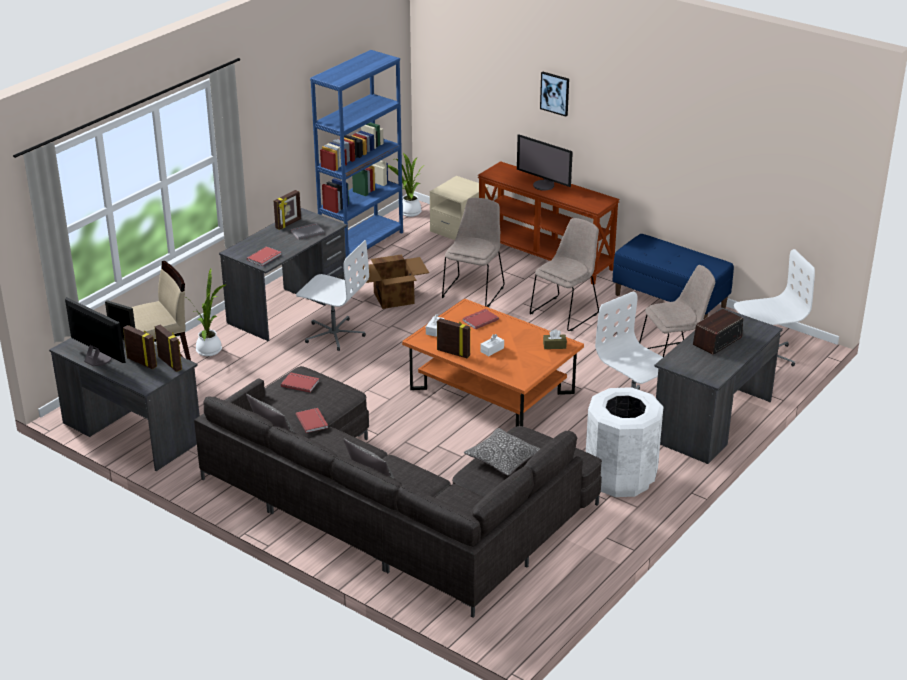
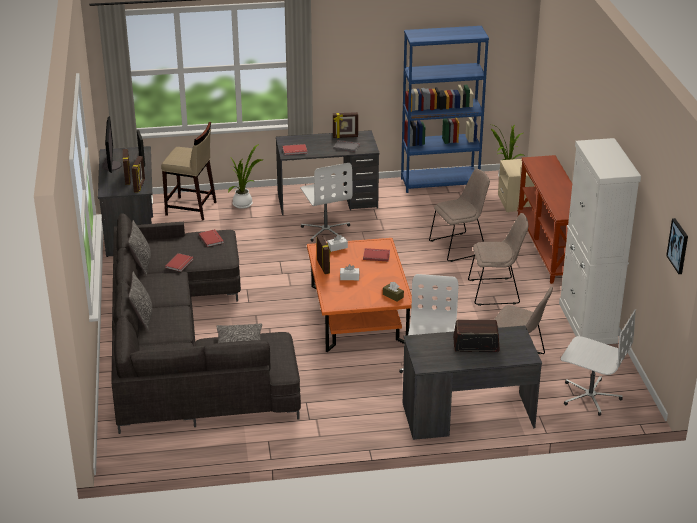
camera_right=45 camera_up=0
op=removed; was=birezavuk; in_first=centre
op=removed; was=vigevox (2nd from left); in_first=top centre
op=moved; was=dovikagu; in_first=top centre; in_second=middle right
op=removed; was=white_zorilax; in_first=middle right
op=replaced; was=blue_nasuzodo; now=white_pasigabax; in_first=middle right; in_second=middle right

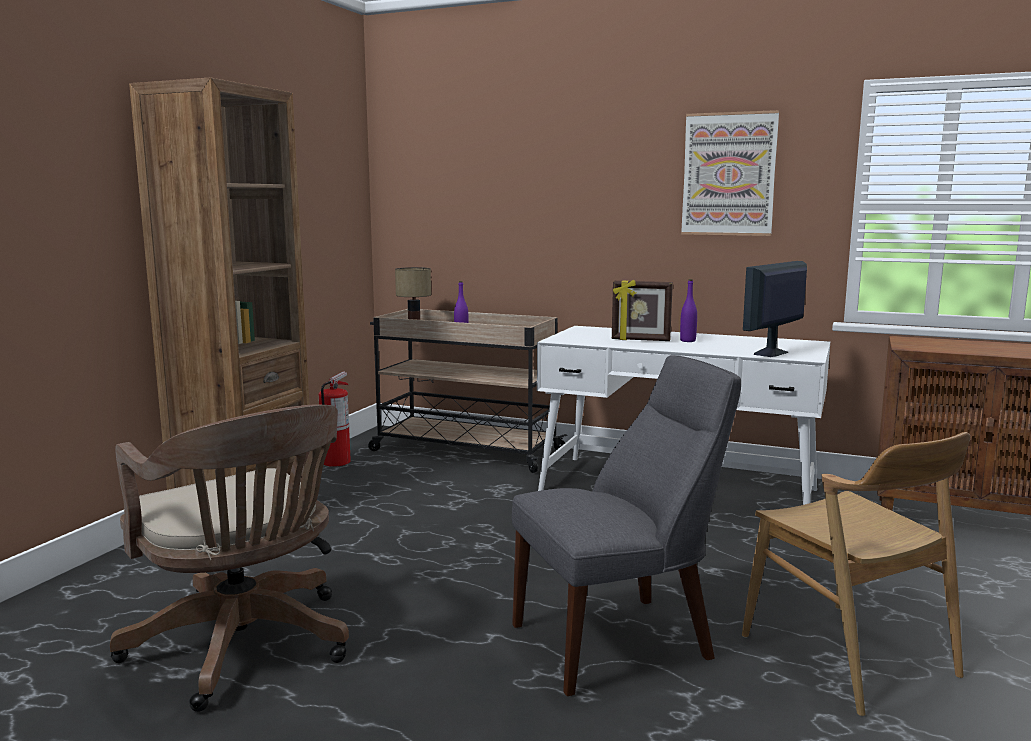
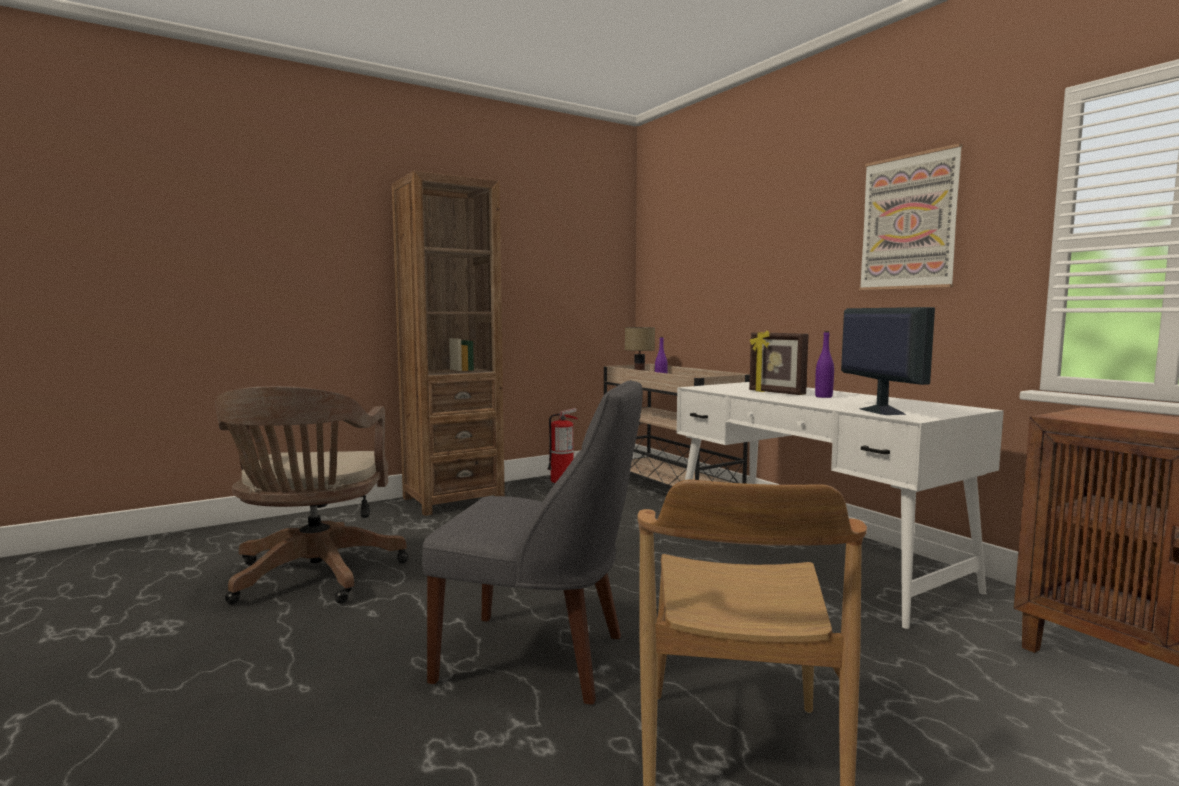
camera_right=35 camera_up=-5
op=turned; was=vigevox; in_first=middle right; in_second=middle right; clockwise=90

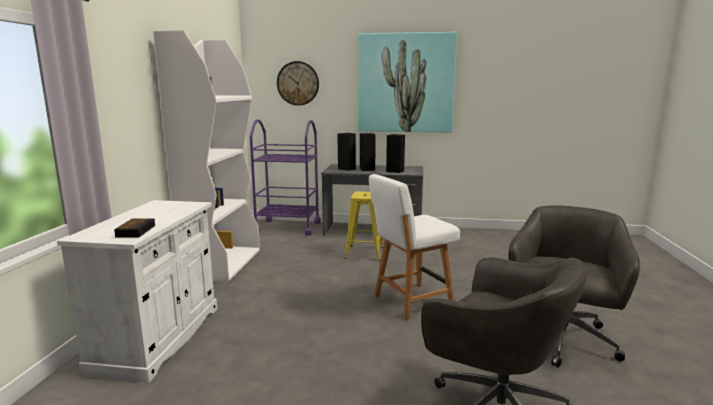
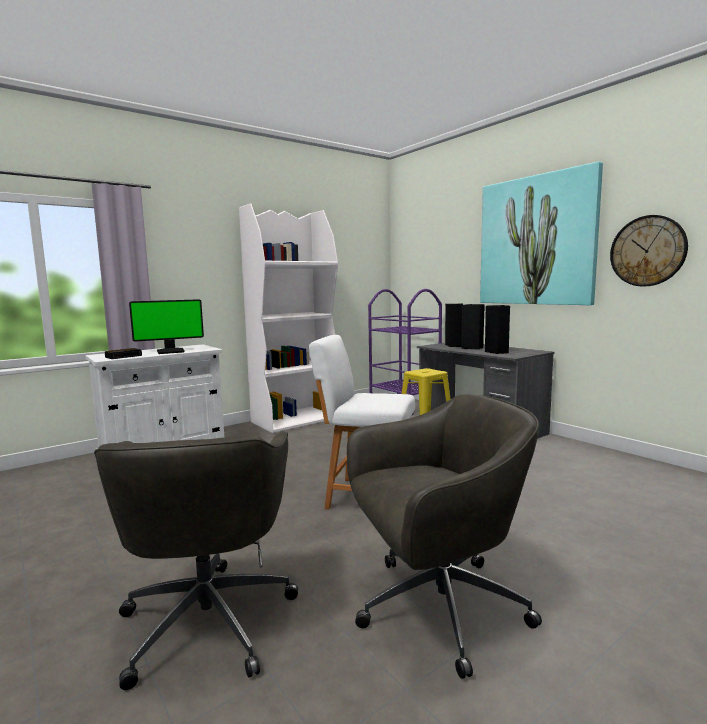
camera_right=45 camera_up=-5
op=moved; was=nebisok; in_first=top centre; in_second=middle right
op=added; now=vigevox; in_second=middle left

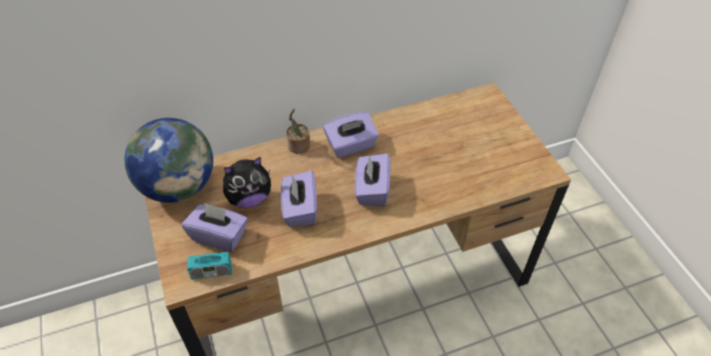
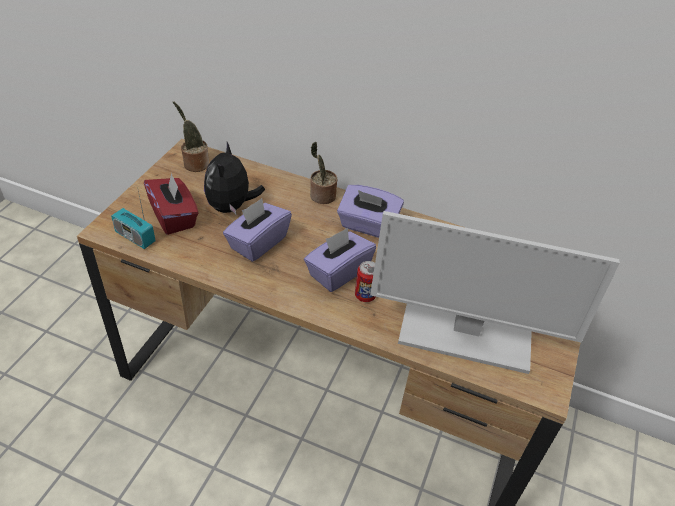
camera_right=40 camera_up=-5
op=replaced; was=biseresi; now=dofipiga (1st from left); in_first=middle left; in_second=top left
op=recoloured; was=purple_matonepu (1st from left); now=red_matonepu; in_first=middle left; in_second=middle left
op=turned; was=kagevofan; in_first=centre; in_second=centre; clockwise=75
op=added; now=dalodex; in_second=centre
op=added; now=vigevox; in_second=middle right

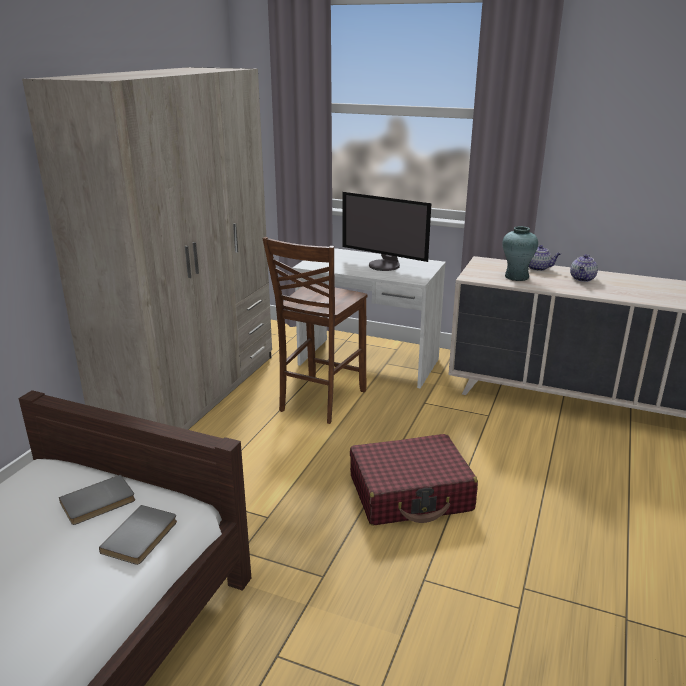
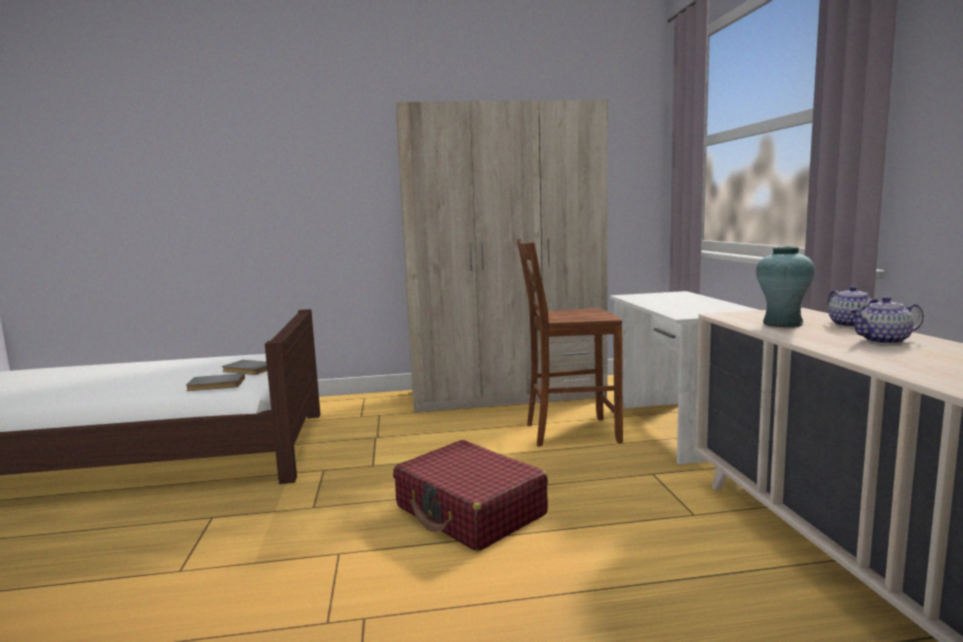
camera_right=60 camera_up=-15
op=removed; was=vigevox; in_first=centre

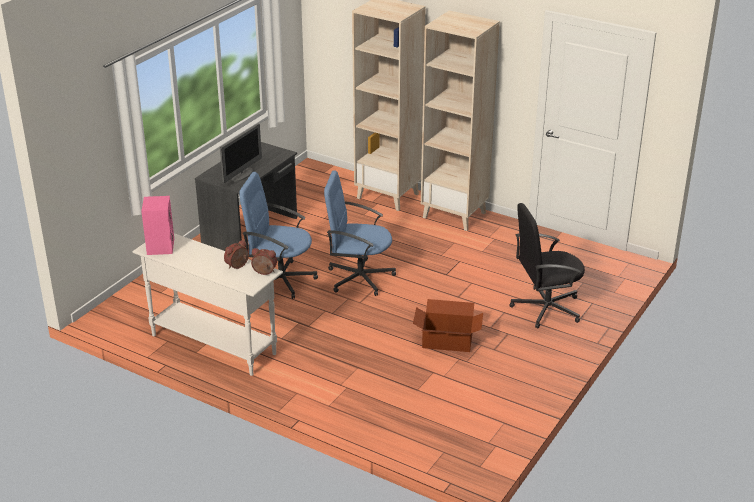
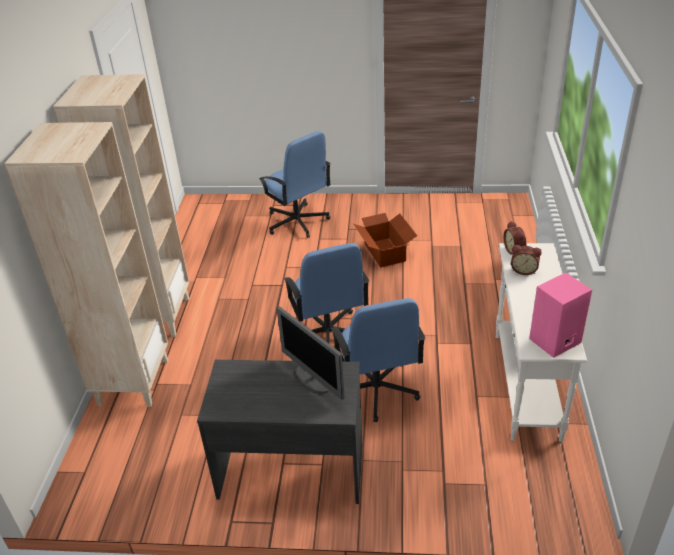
camera_right=-115 camera_up=5
op=turned; was=vigevox; in_first=top left; in_second=centre; clockwise=-135
op=recoloured; was=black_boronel; now=blue_boronel (1st from left); in_first=middle right; in_second=top centre

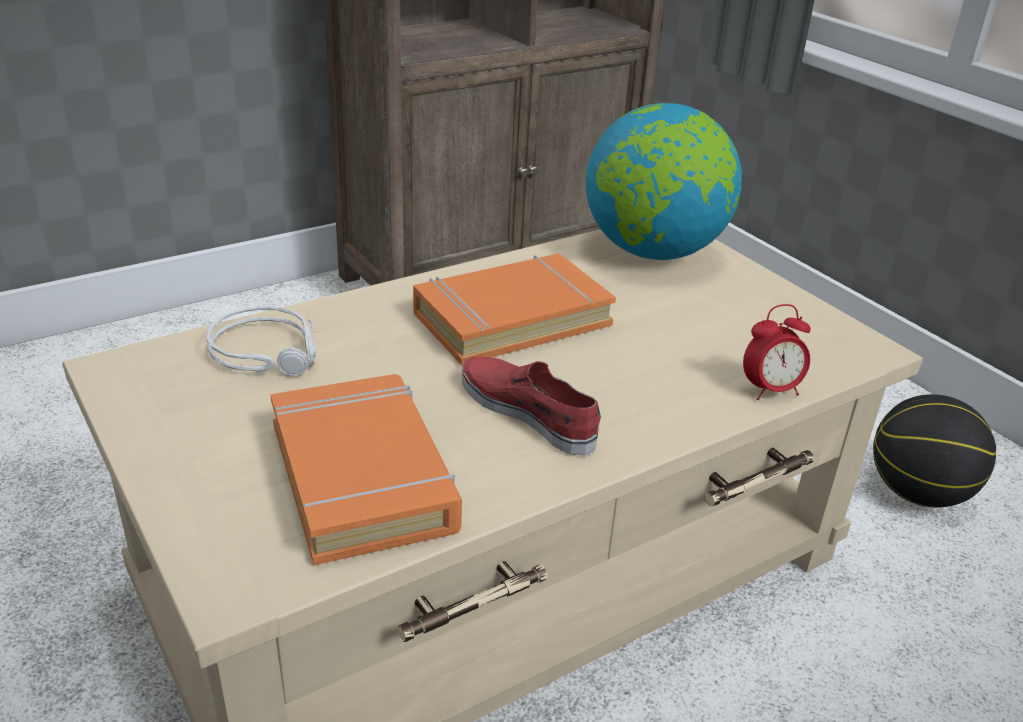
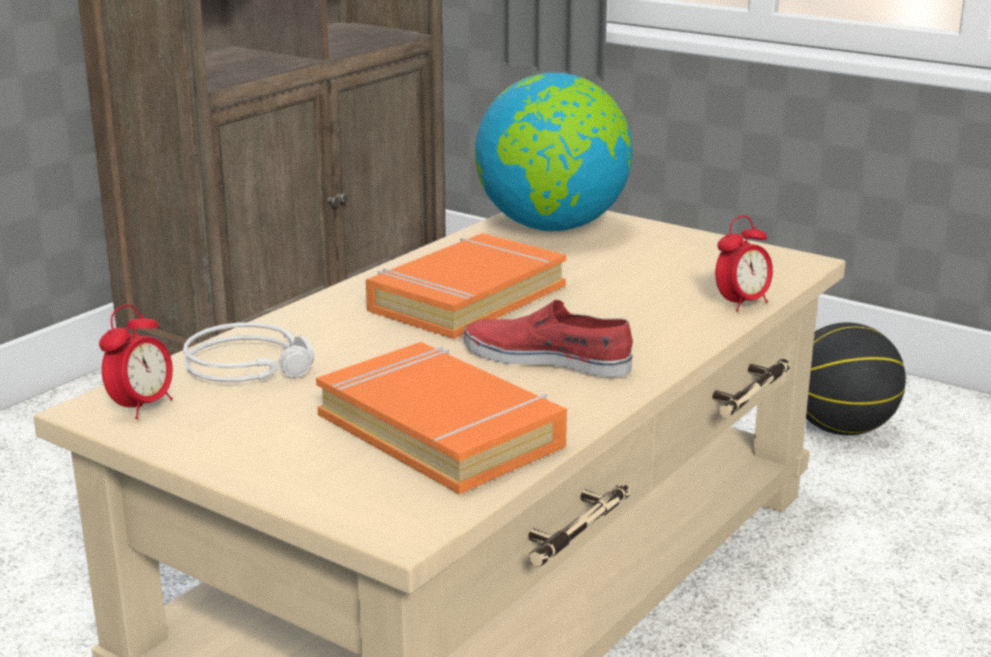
camera_right=-20 camera_up=-10
op=added; now=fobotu (1st from left); in_second=middle left

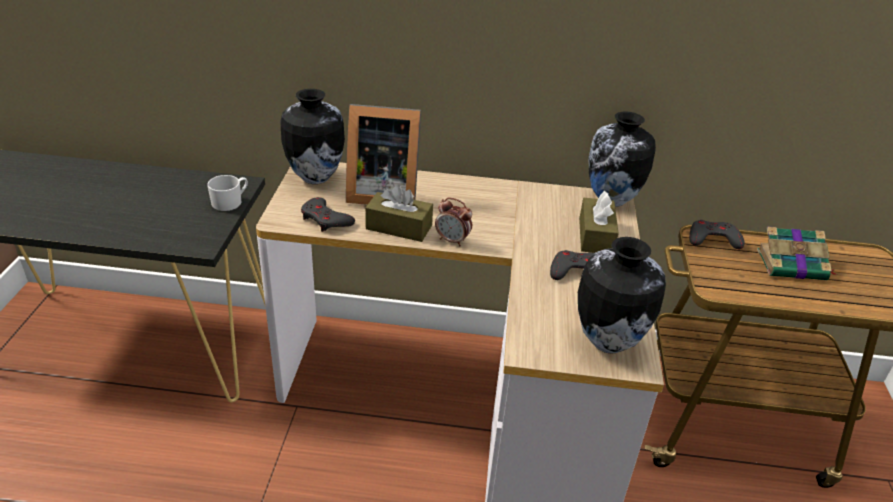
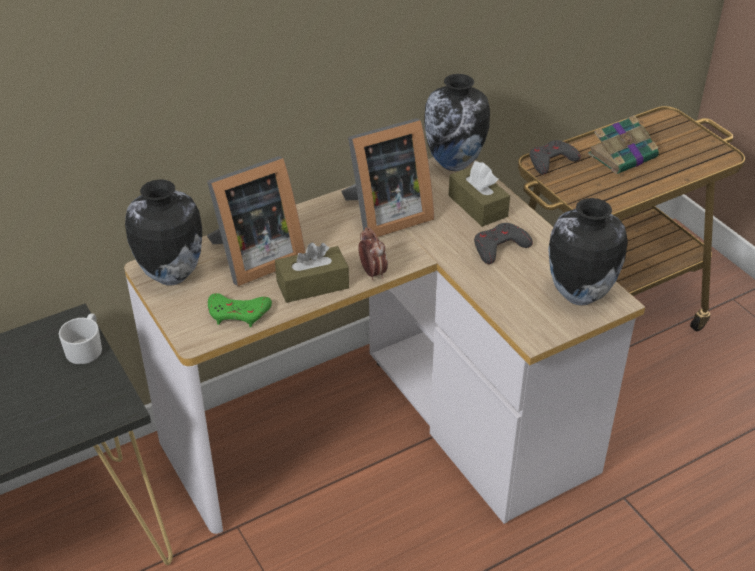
camera_right=-35 camera_up=5
op=recoloured; was=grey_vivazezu (1st from left); now=green_vivazezu; in_first=centre; in_second=middle left
op=turned; was=fobotu; in_first=centre; in_second=centre; clockwise=-105
op=added; now=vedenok (2nd from left); in_second=top centre

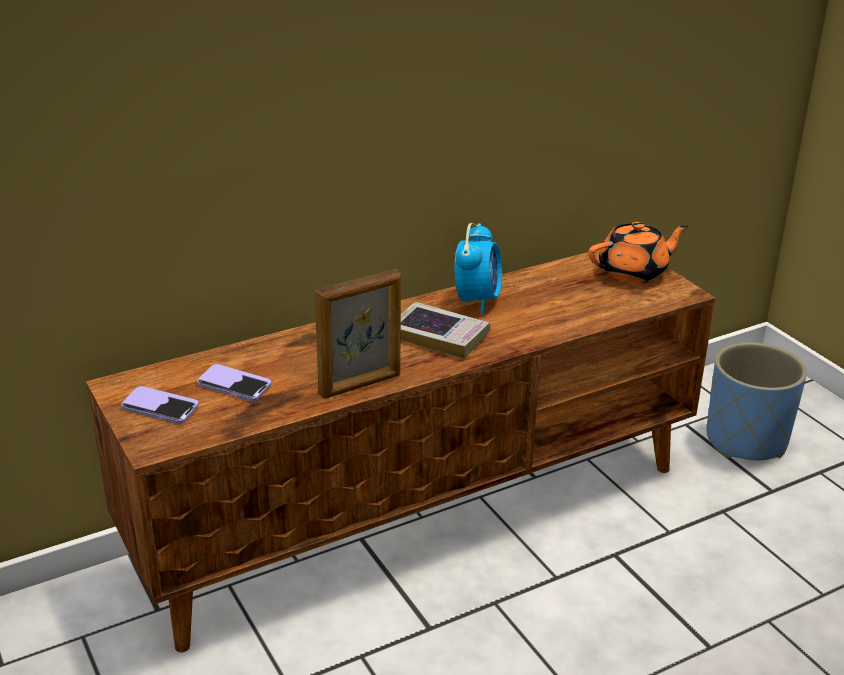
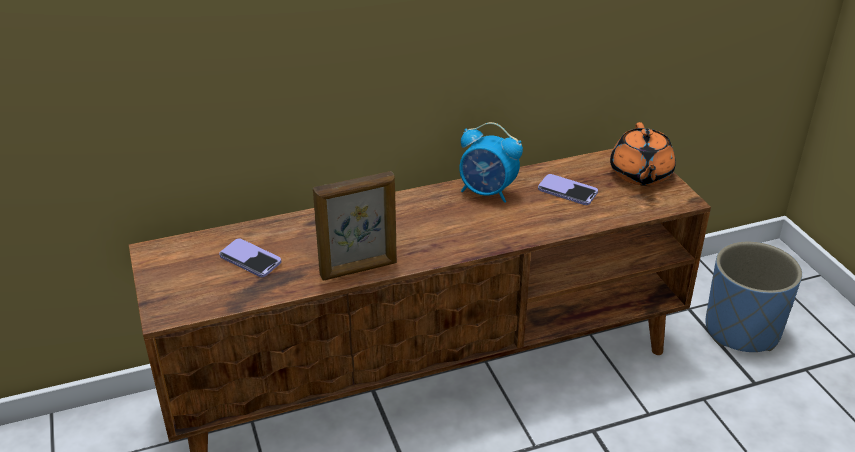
camera_right=10 camera_up=5
op=moved; was=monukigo (1st from left in the first image); now=monukigo (2nd from left); in_first=middle left; in_second=centre
op=removed; was=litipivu; in_first=centre
op=turned; was=fobotu; in_first=centre; in_second=centre; clockwise=90
op=turned; was=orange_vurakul; in_first=middle right; in_second=middle right; clockwise=105

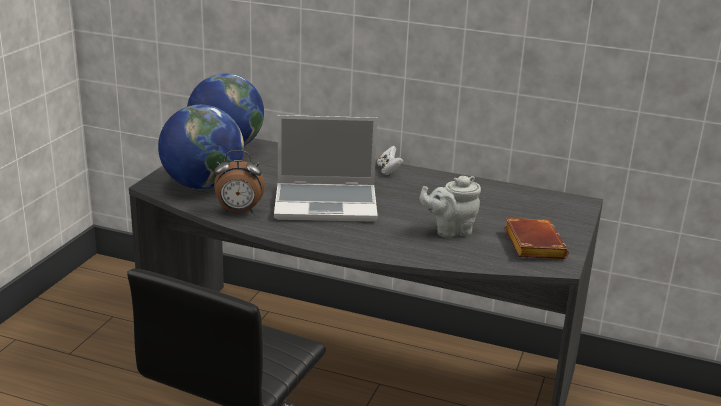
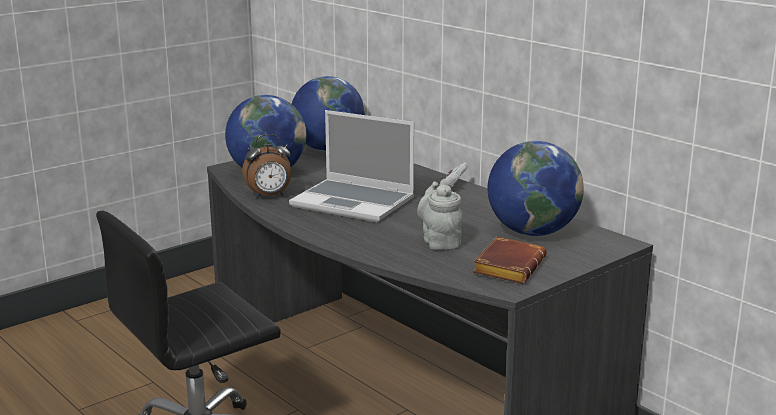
camera_right=30 camera_up=-5
op=turned; was=fobotu; in_first=middle left; in_second=centre; clockwise=-45
op=turned; was=grey_vurakul; in_first=centre; in_second=centre; clockwise=60
op=added; now=biseresi (3rd from left); in_second=middle right

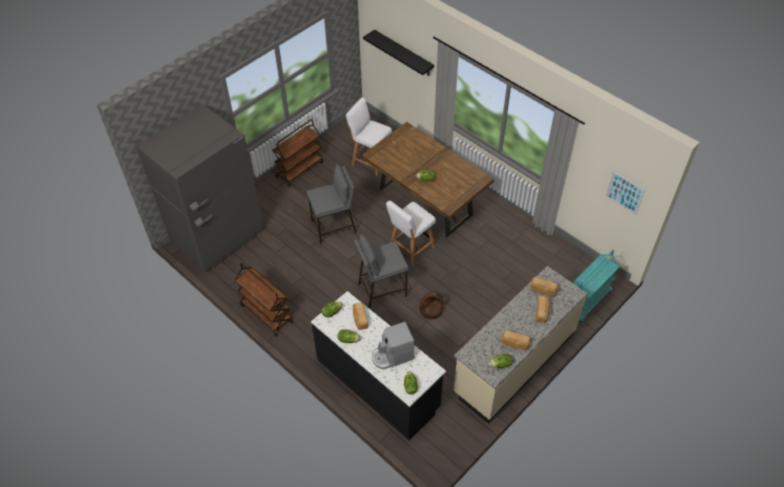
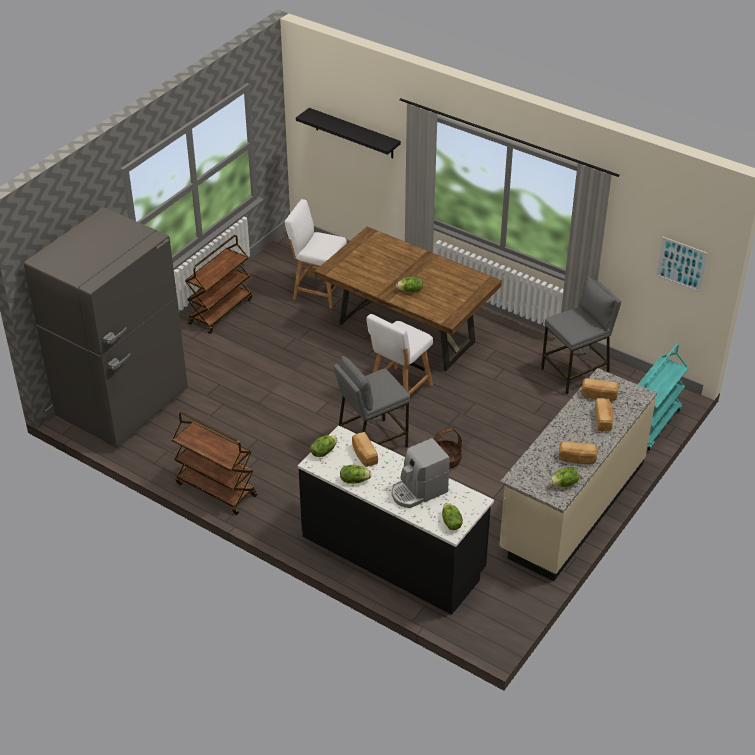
camera_right=-10 camera_up=-10
op=moved; was=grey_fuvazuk (1st from left in the first image); now=grey_fuvazuk (2nd from left); in_first=centre; in_second=middle right

